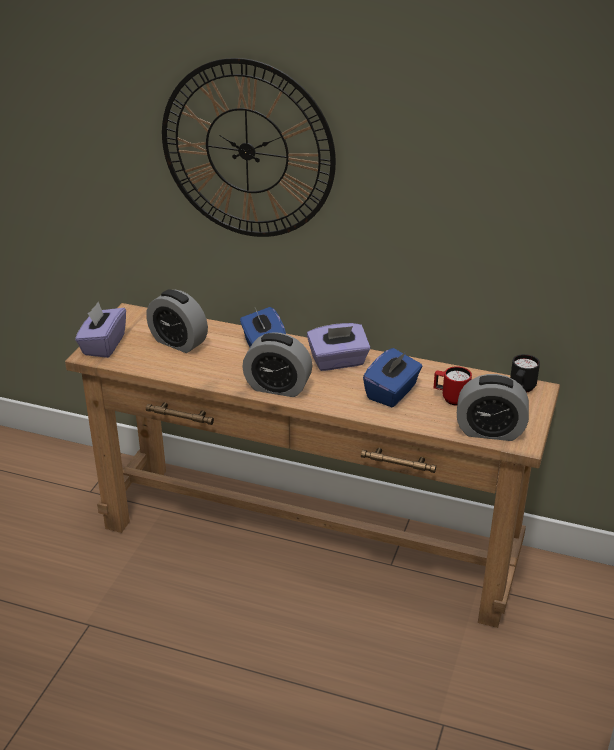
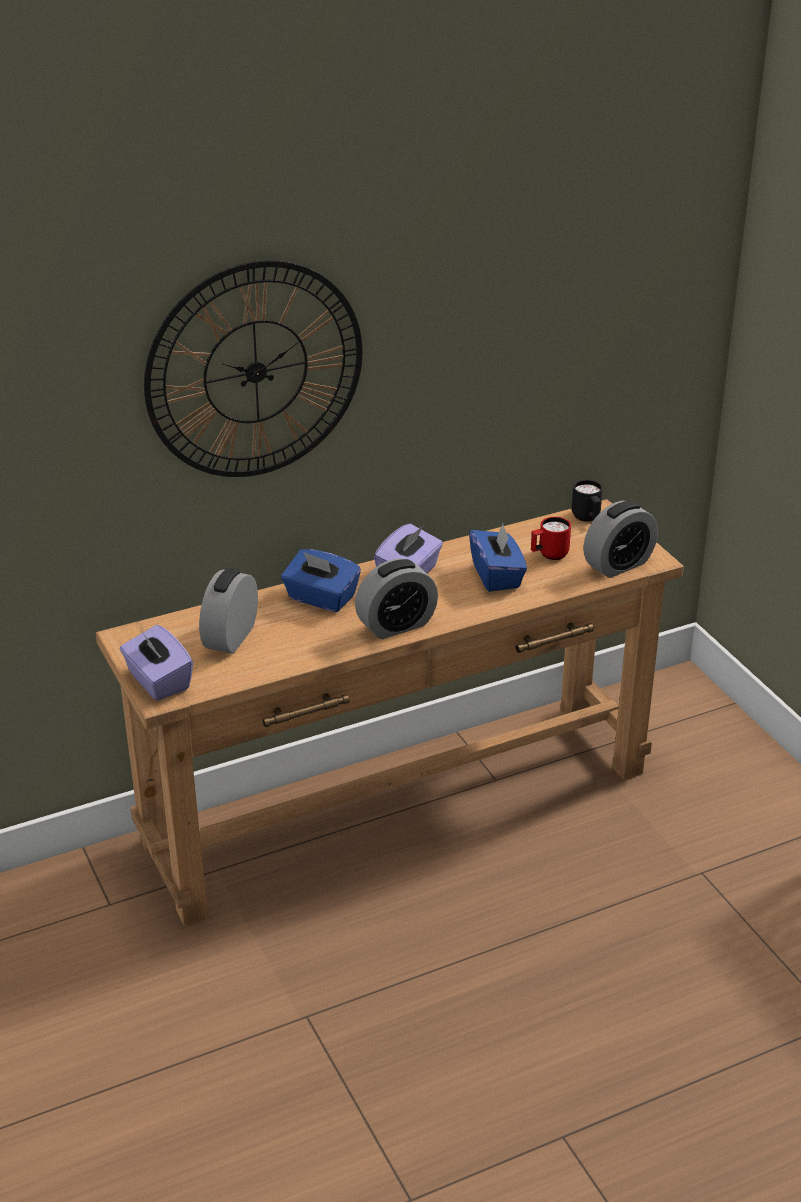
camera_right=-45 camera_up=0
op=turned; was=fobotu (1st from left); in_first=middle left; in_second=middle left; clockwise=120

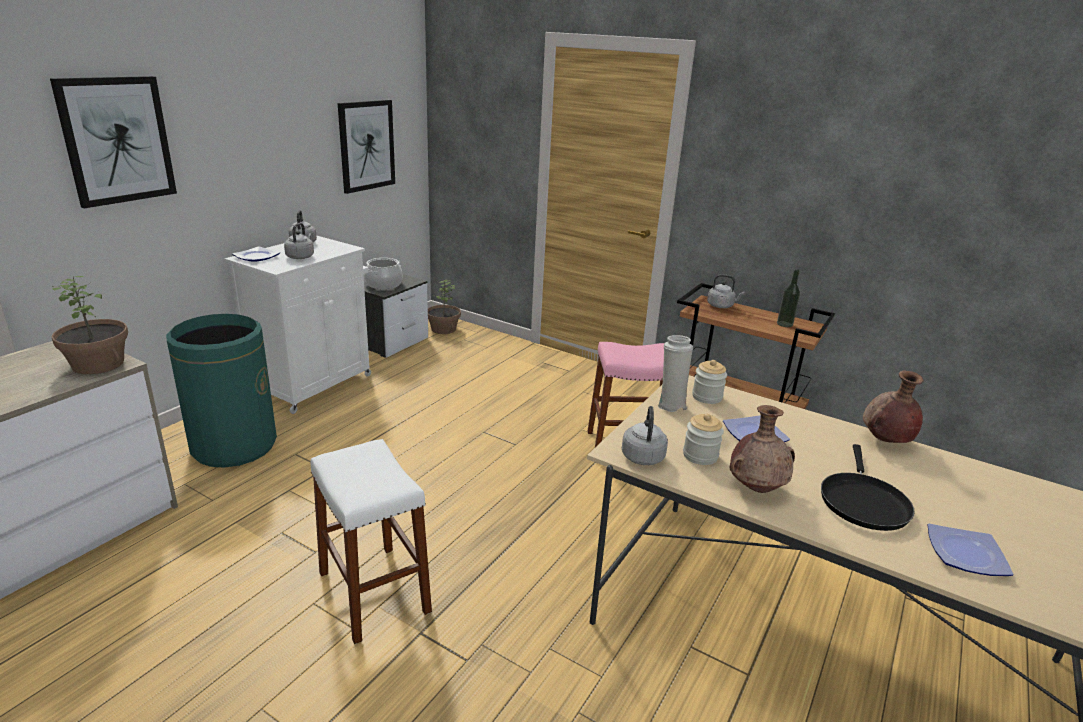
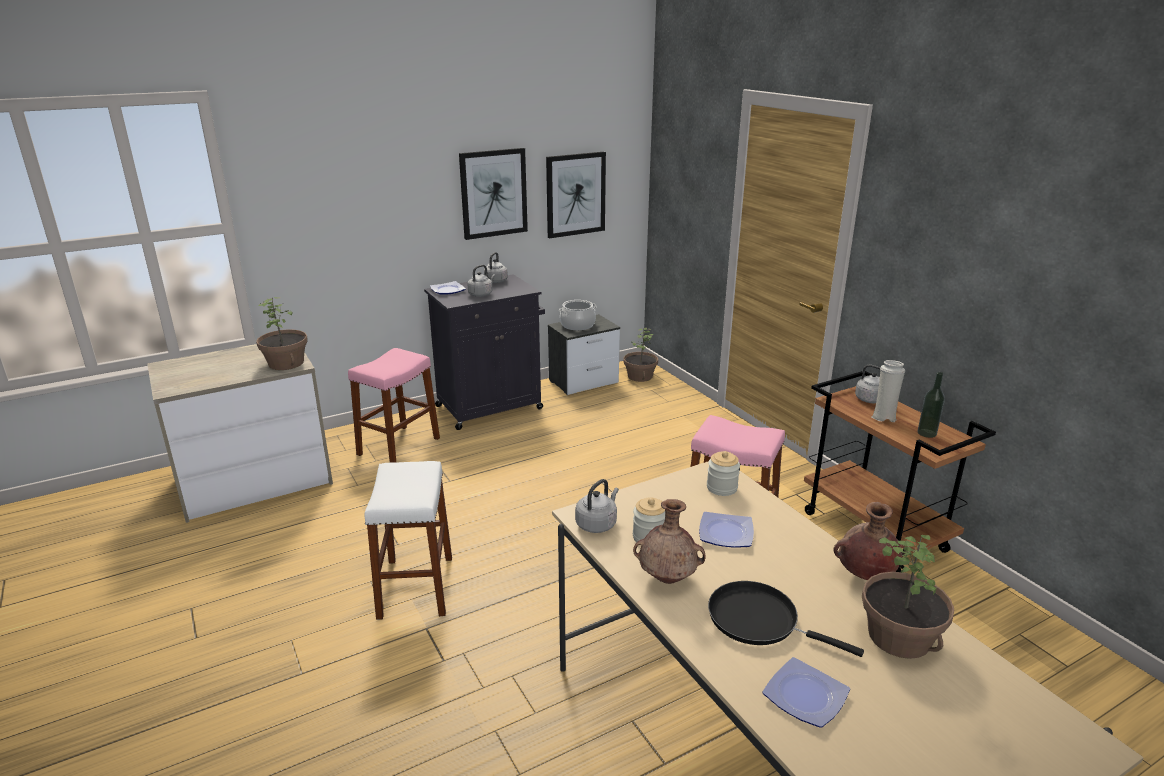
camera_right=30 camera_up=0
op=moved; was=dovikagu (1st from left); in_first=top left; in_second=top centre
op=replaced; was=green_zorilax; now=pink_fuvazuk (1st from left); in_first=middle left; in_second=centre
op=recoloured; was=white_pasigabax; now=black_pasigabax; in_first=middle left; in_second=centre
op=moved; was=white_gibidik; in_first=centre; in_second=middle right
op=turned; was=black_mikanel; in_first=bottom right; in_second=bottom right; clockwise=75
op=added; now=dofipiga (3rd from left); in_second=bottom right

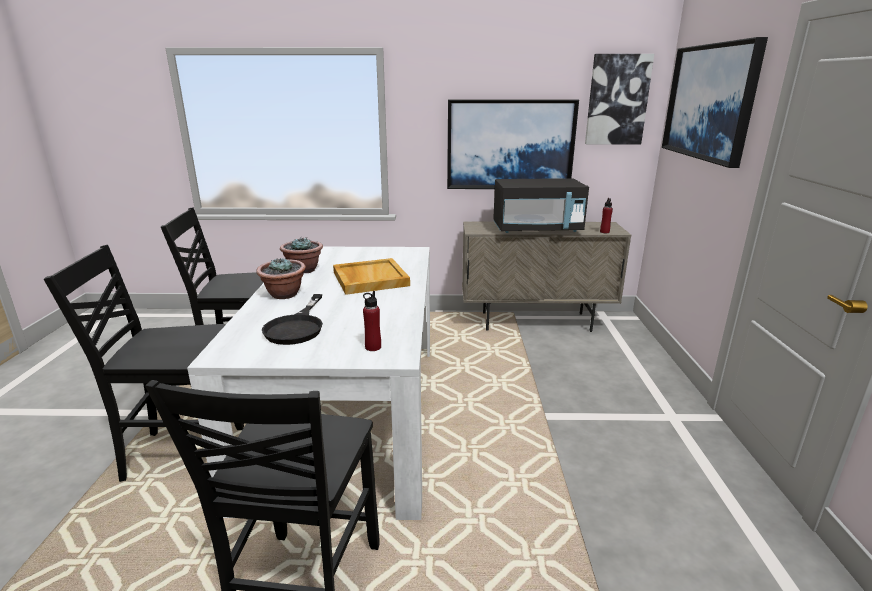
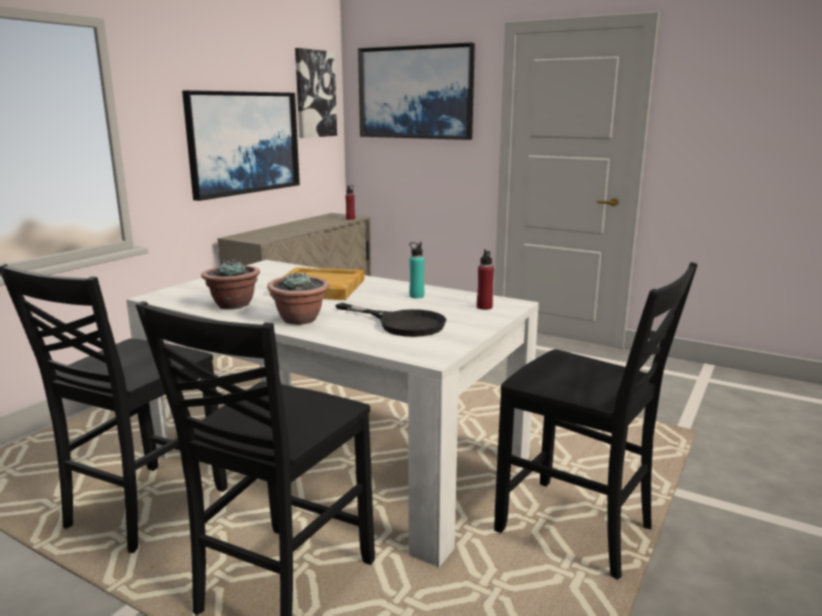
camera_right=-60 camera_up=-5
op=removed; was=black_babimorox; in_first=centre
op=added; now=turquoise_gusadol; in_second=centre

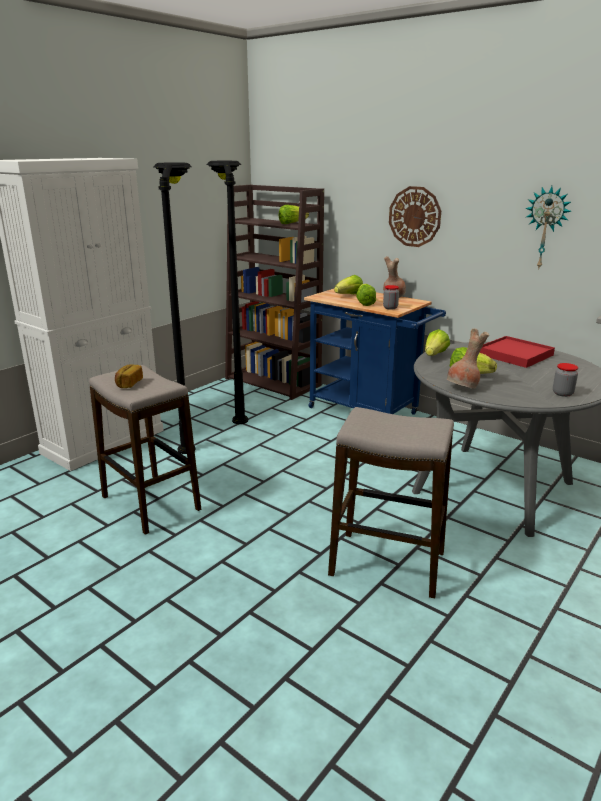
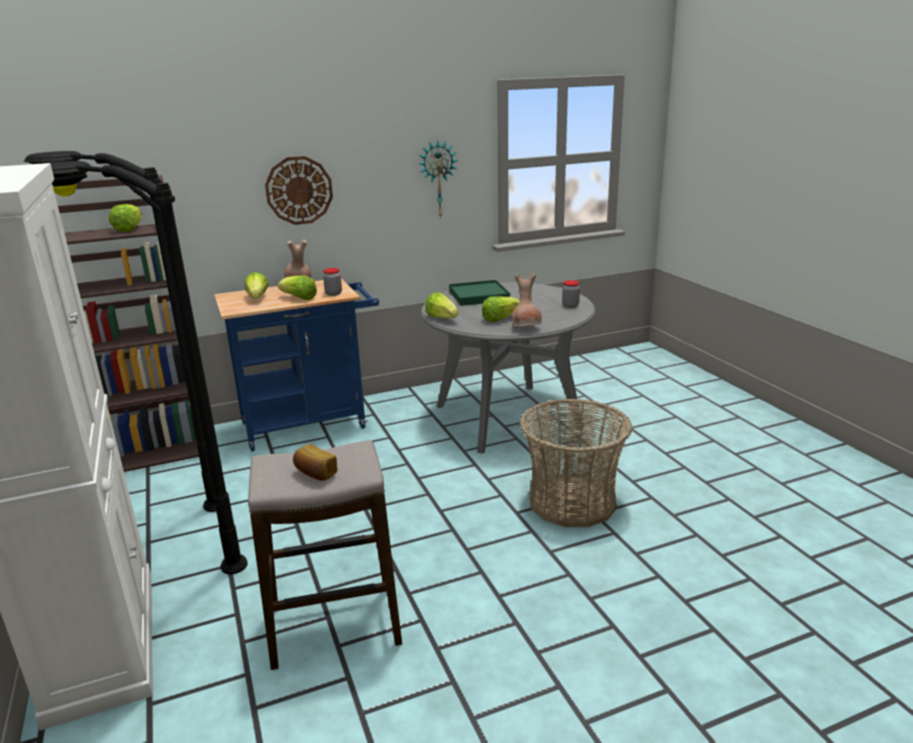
camera_right=-60 camera_up=0
op=replaced; was=fuvazuk (2nd from left); now=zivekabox; in_first=centre; in_second=centre
op=recoloured; was=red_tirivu; now=green_tirivu; in_first=middle right; in_second=centre

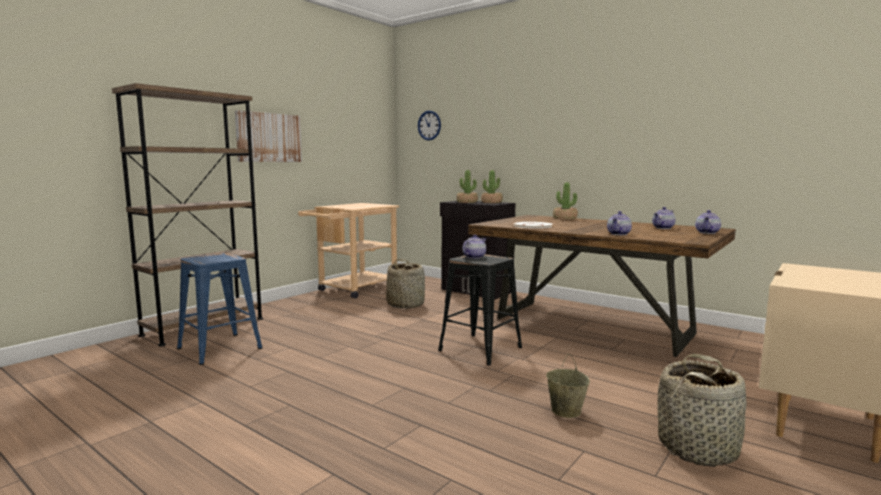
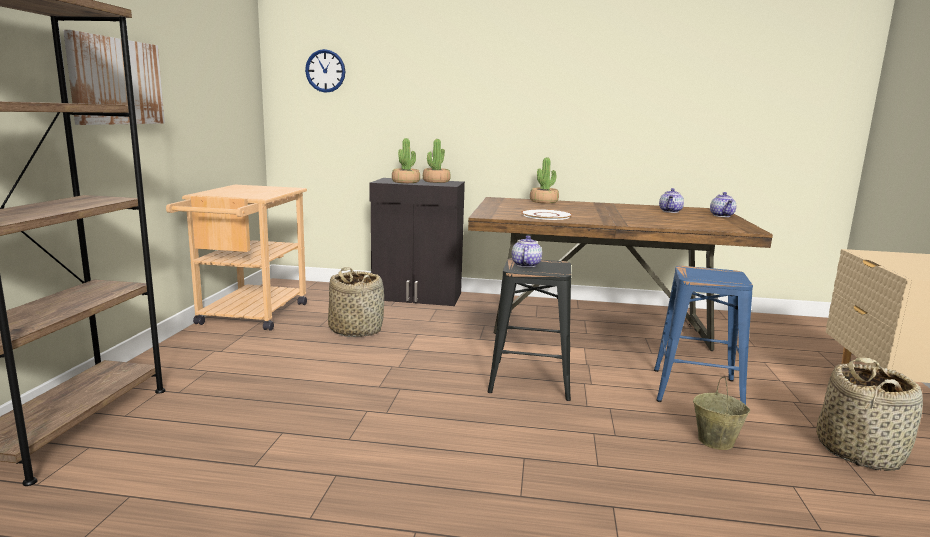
camera_right=-30 camera_up=5
op=moved; was=blue_fuvazuk; in_first=middle left; in_second=middle right
op=removed; was=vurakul (2nd from left); in_first=middle right

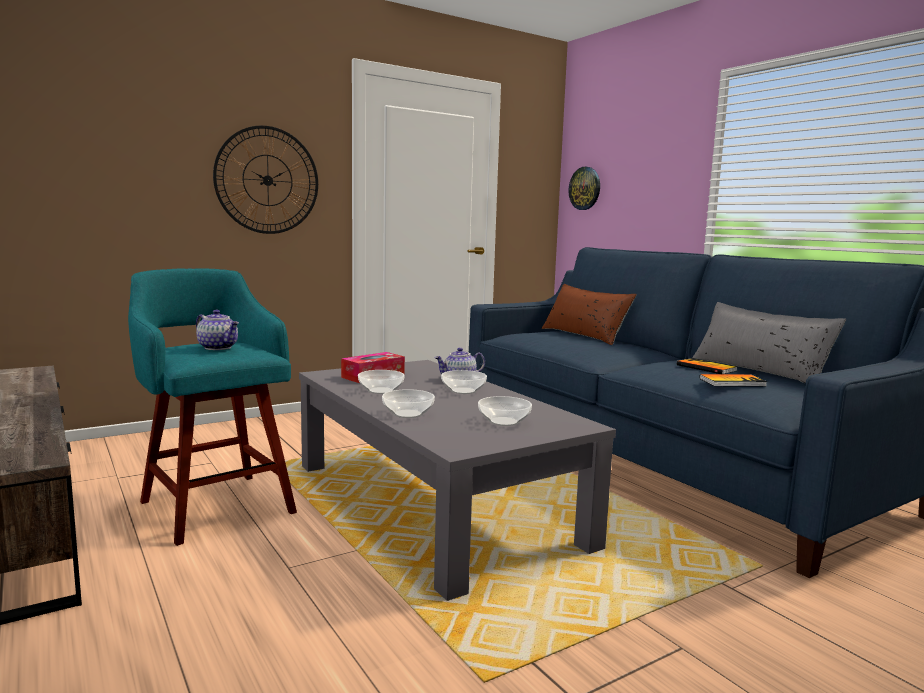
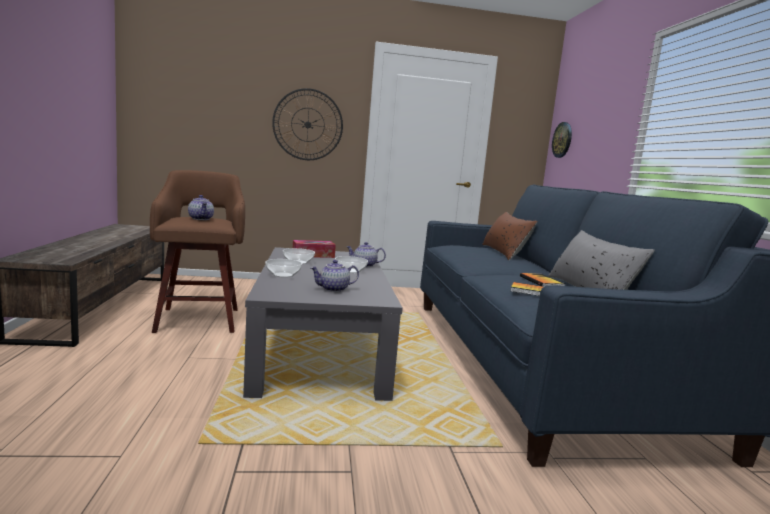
camera_right=25 camera_up=0
op=recoloured; was=turquoise_fuvazuk; now=brown_fuvazuk; in_first=middle left; in_second=middle left
op=replaced; was=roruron (4th from left); now=vurakul (2nd from left); in_first=centre; in_second=centre

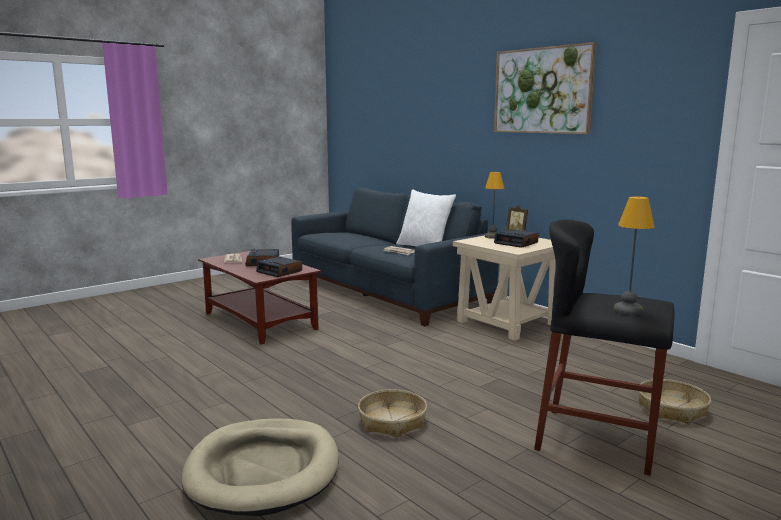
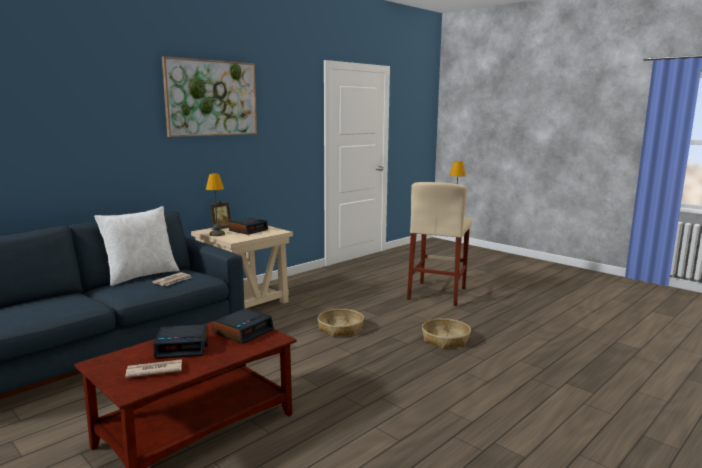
camera_right=-95 camera_up=0
op=removed; was=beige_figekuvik; in_first=bottom left
op=recoloured; was=black_fuvazuk; now=beige_fuvazuk; in_first=bottom right; in_second=centre
op=moved; was=zivekabox (2nd from left in the first image); now=zivekabox (1st from left); in_first=bottom right; in_second=bottom centre

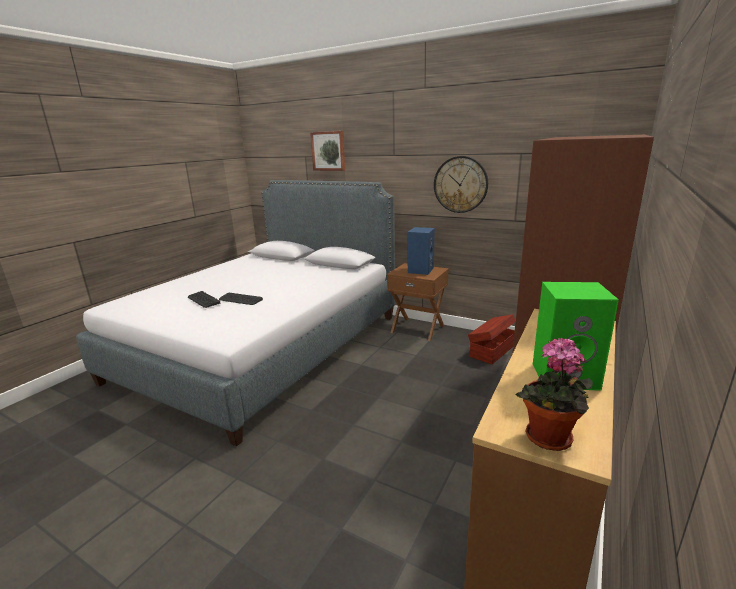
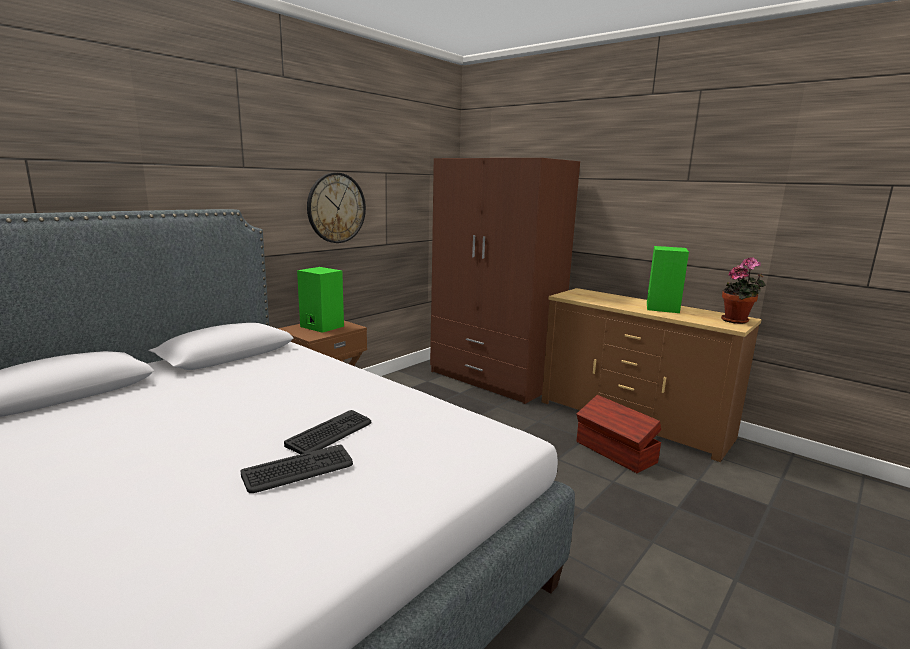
camera_right=-80 camera_up=-5
op=removed; was=dovikagu; in_first=top centre
op=recoloured; was=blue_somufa; now=green_somufa (1st from left); in_first=centre; in_second=centre
op=moved; was=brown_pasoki; in_first=middle right; in_second=bottom right

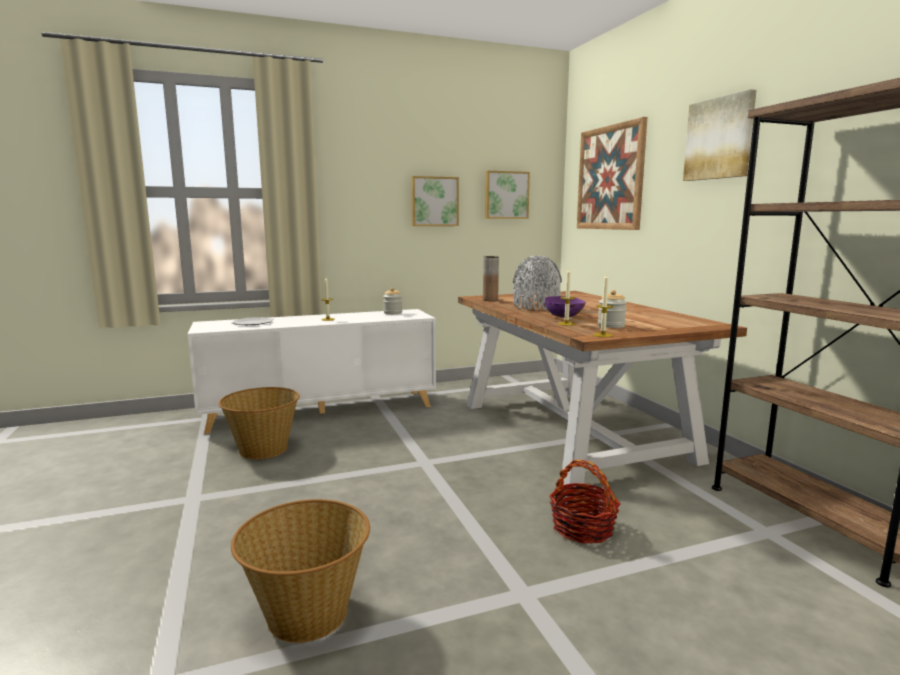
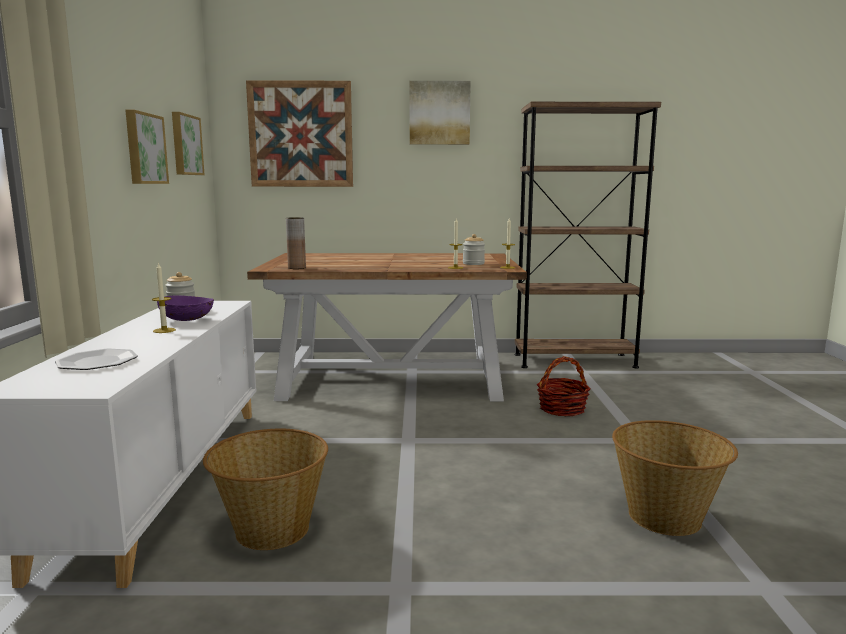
camera_right=-70 camera_up=0
op=removed; was=grey_gibidik; in_first=centre
op=moved; was=purple_roruron; in_first=centre; in_second=middle left

